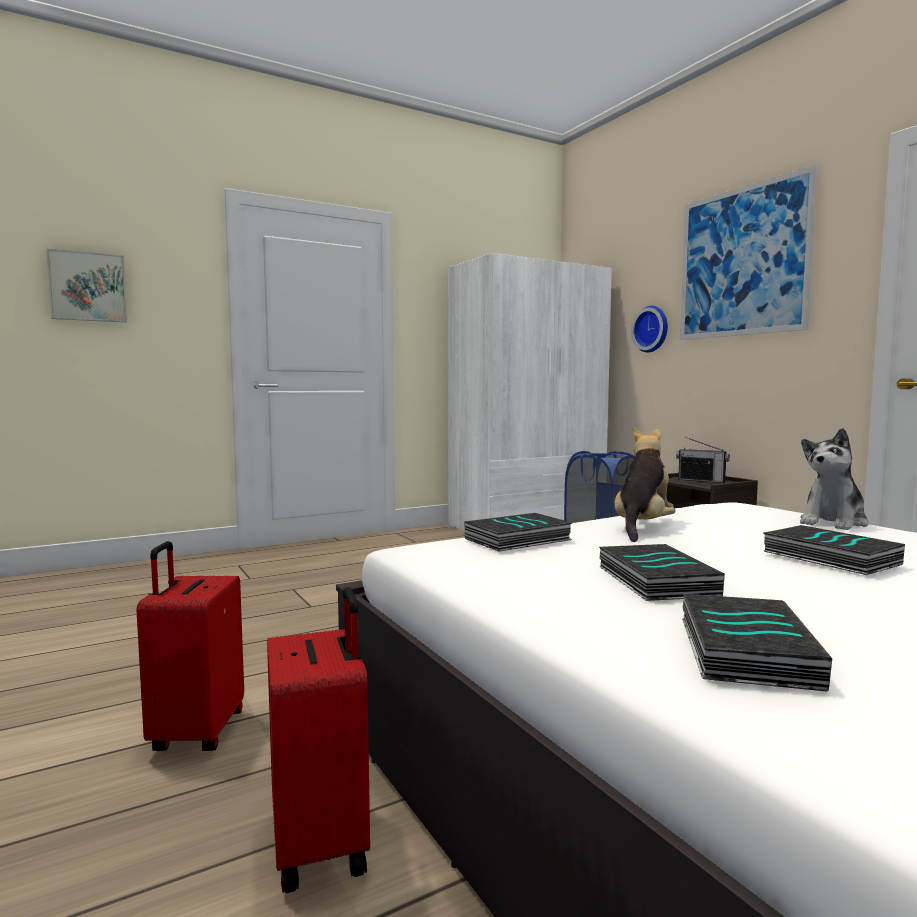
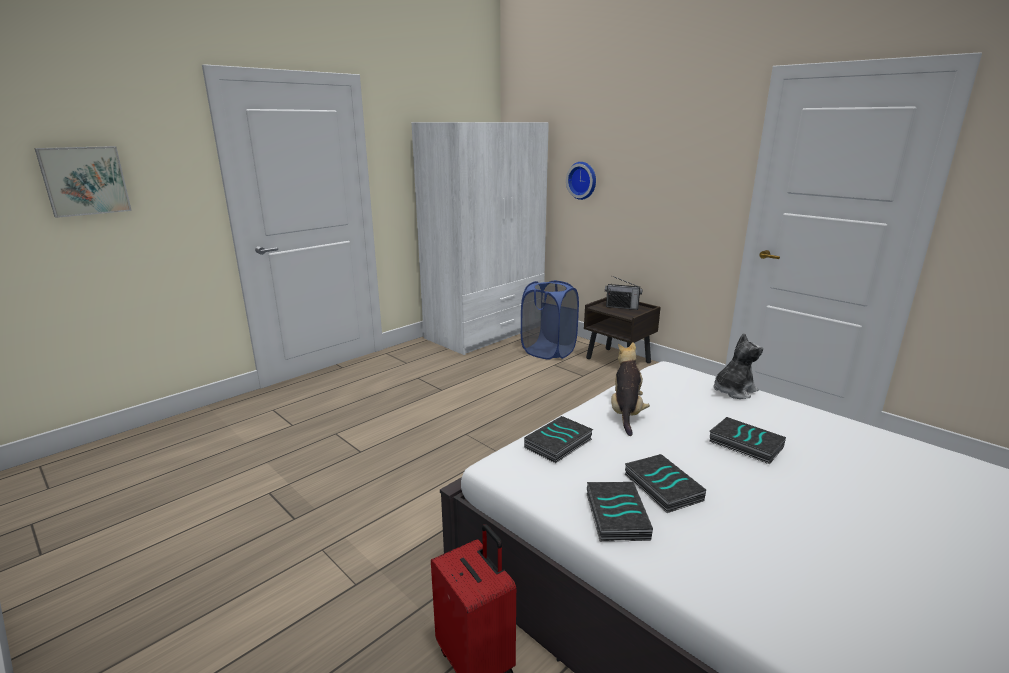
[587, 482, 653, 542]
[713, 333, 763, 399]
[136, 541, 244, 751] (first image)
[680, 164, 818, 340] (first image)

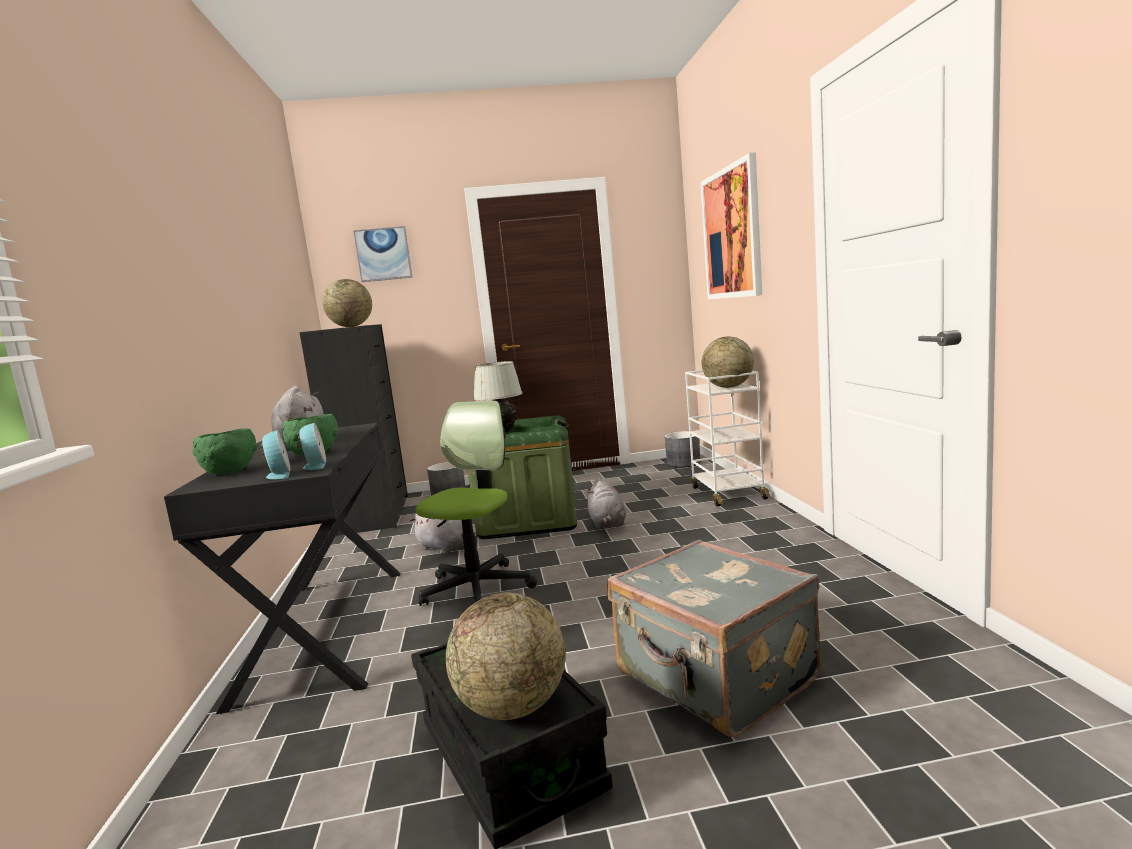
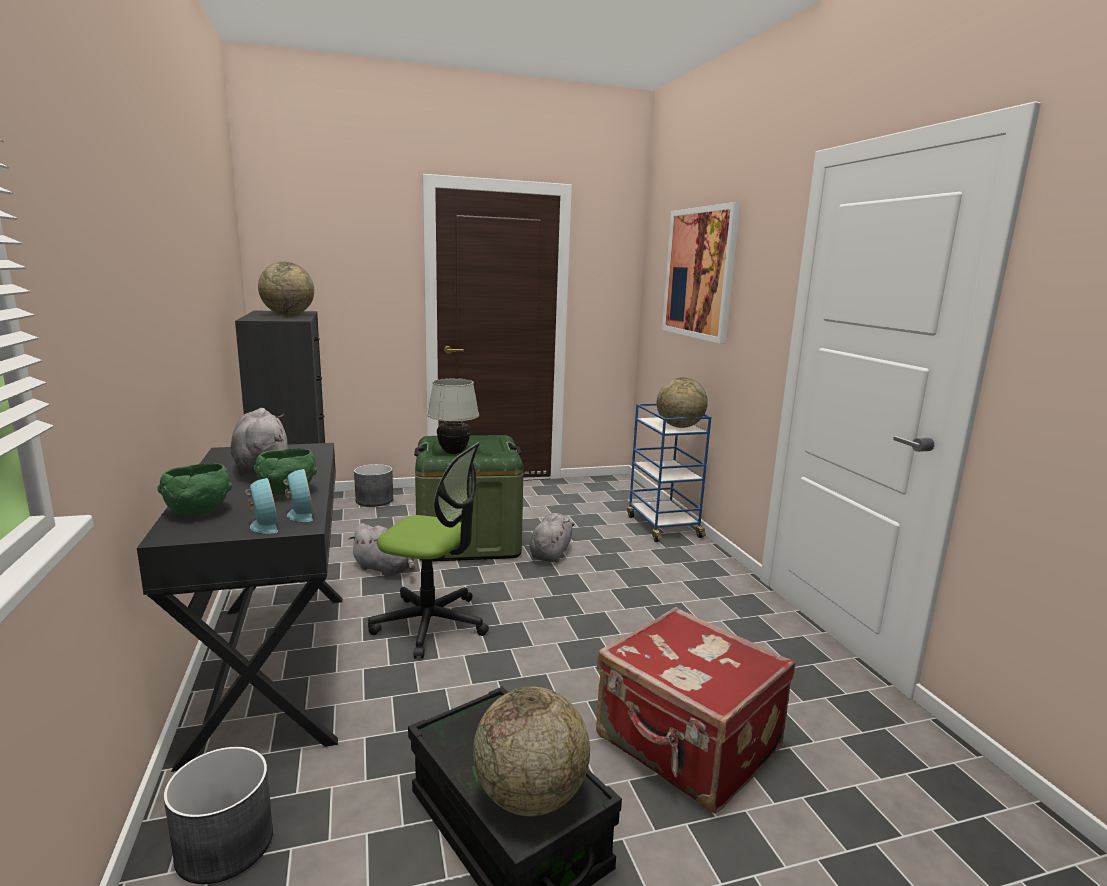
[164, 747, 273, 884]
[368, 442, 489, 659]
[530, 513, 575, 563]
[596, 607, 795, 814]
[627, 403, 711, 542]
[353, 226, 413, 282] (first image)

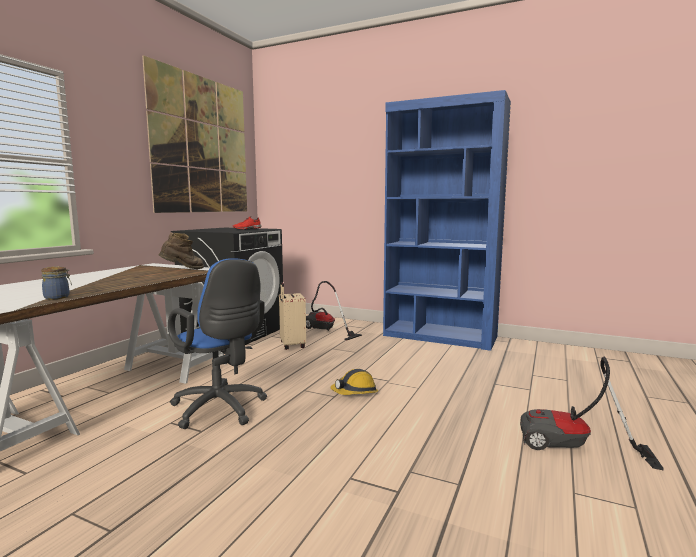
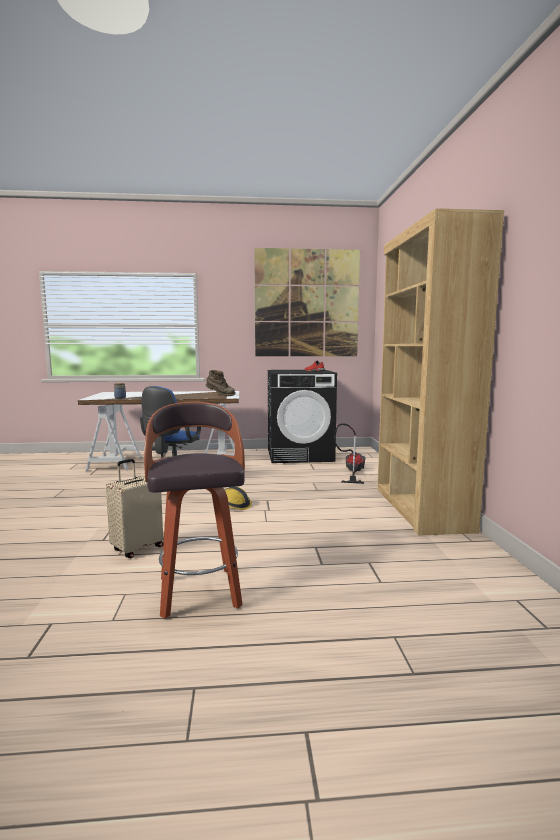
[106, 459, 163, 558]
[144, 402, 245, 619]
[377, 208, 504, 536]

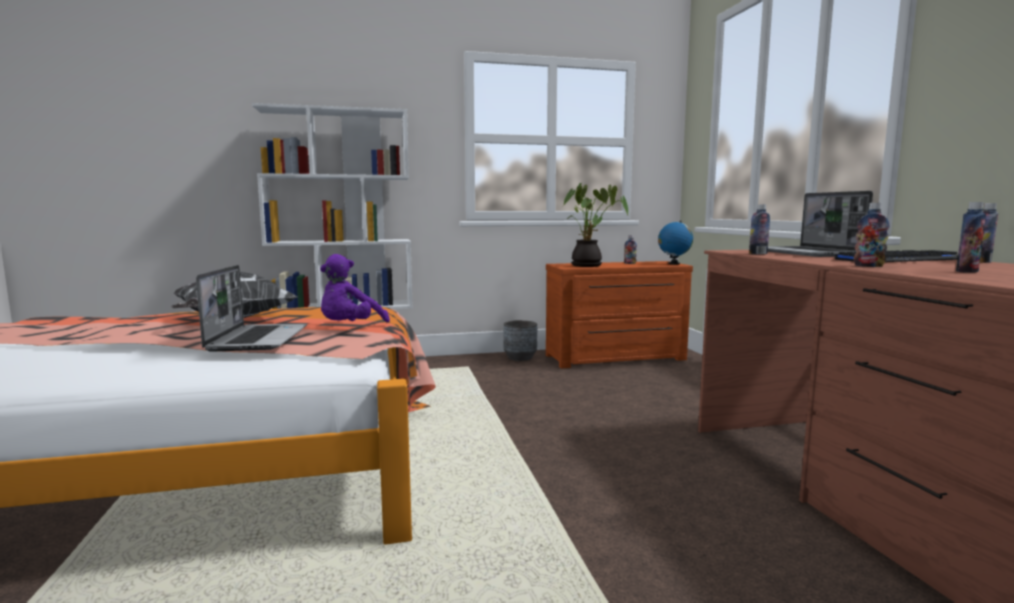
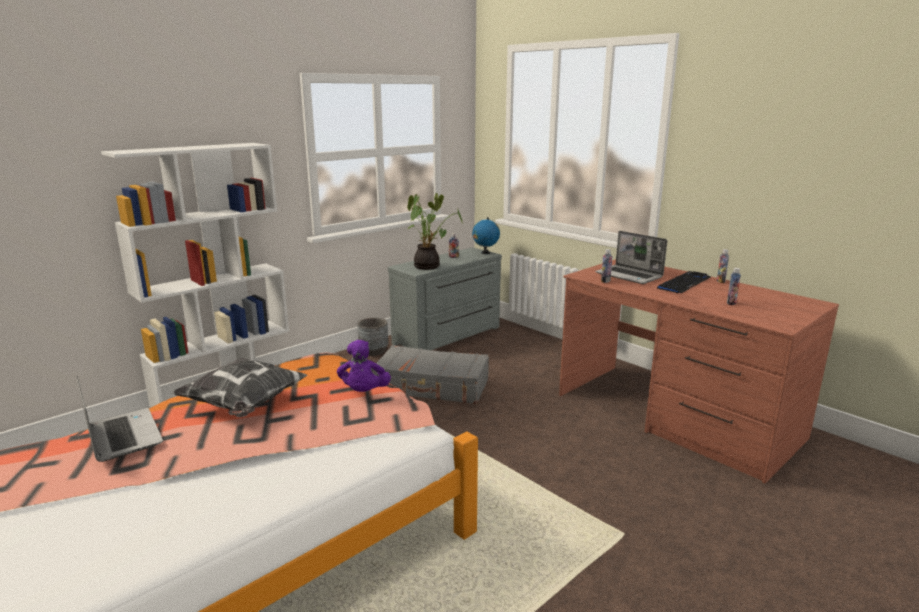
[77, 376, 163, 462]
[372, 345, 489, 404]
[388, 247, 502, 350]
[854, 203, 889, 267] (first image)

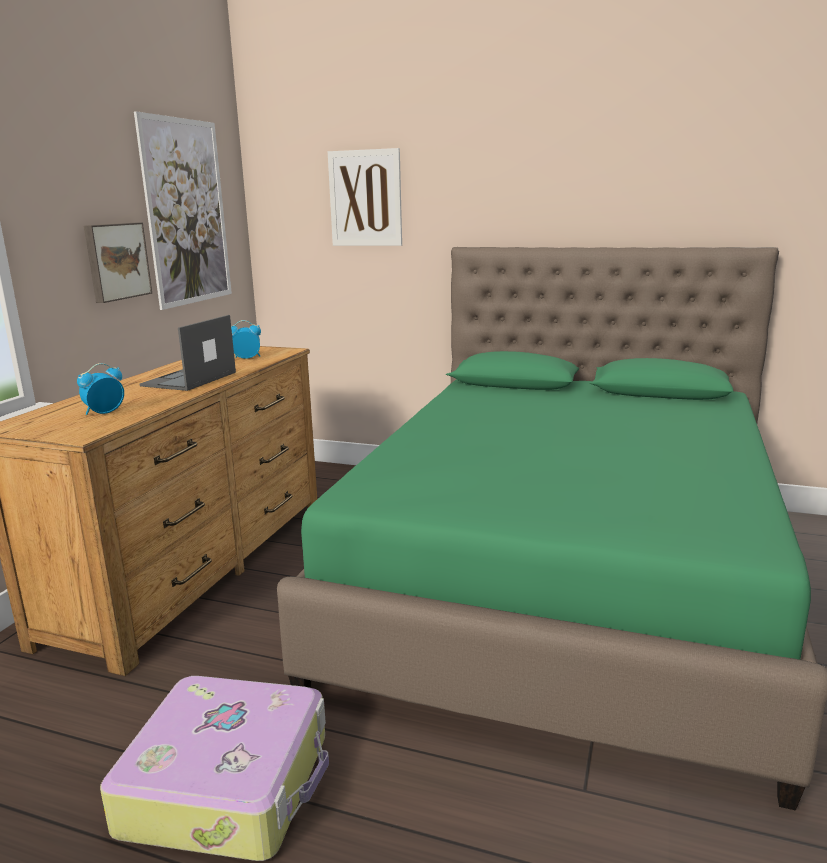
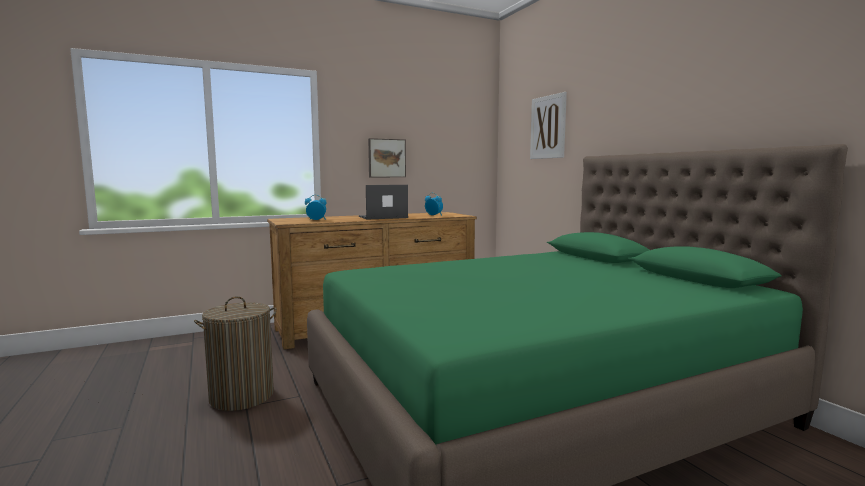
[194, 296, 277, 411]
[134, 111, 232, 310] (first image)

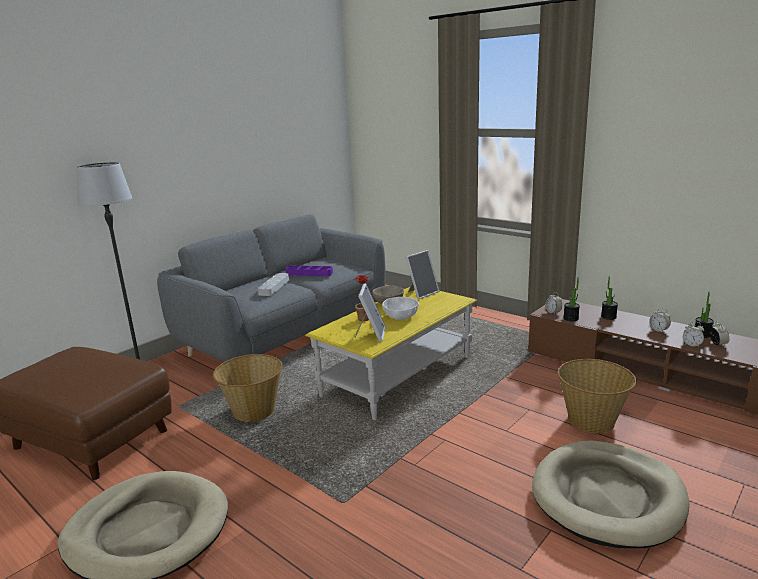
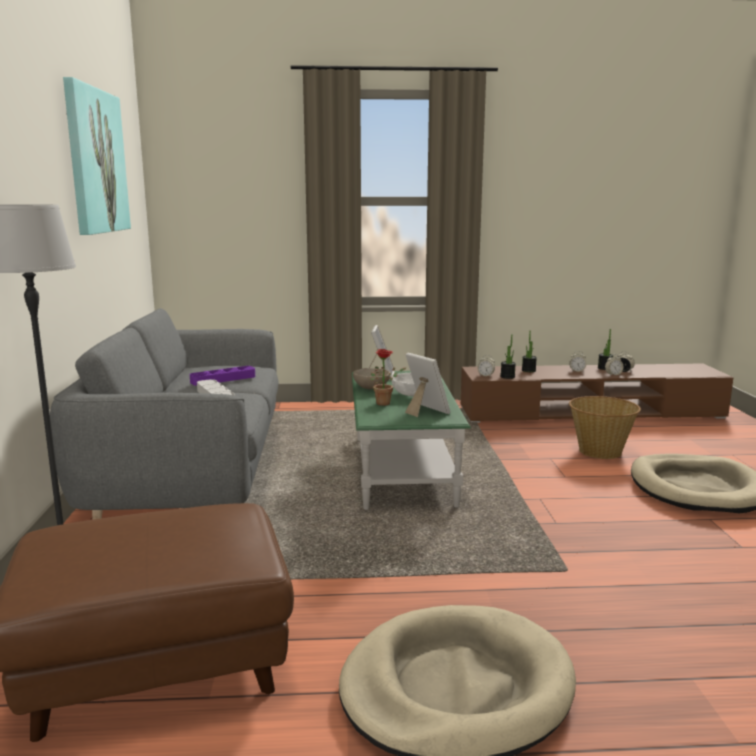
[63, 77, 131, 235]
[352, 371, 471, 510]
[213, 354, 283, 422] (first image)

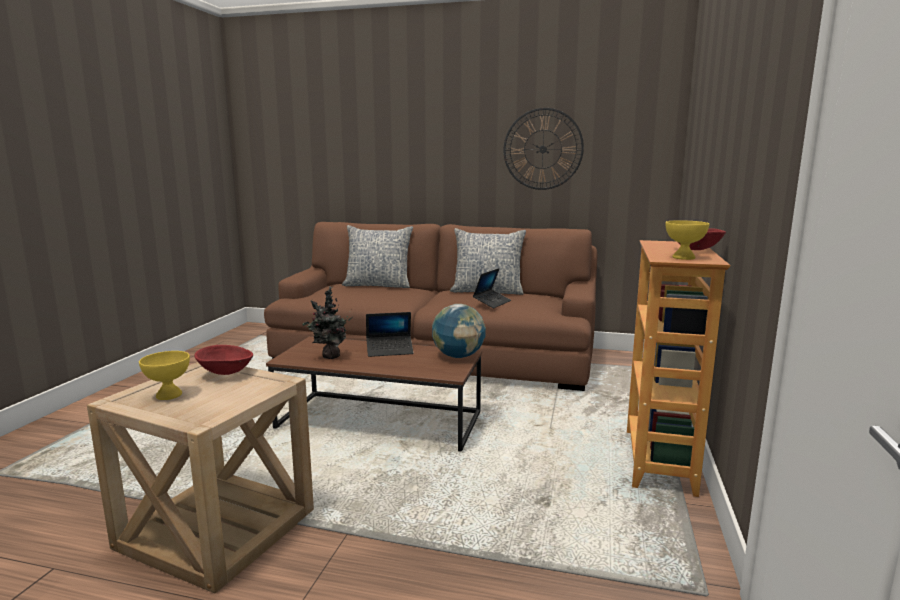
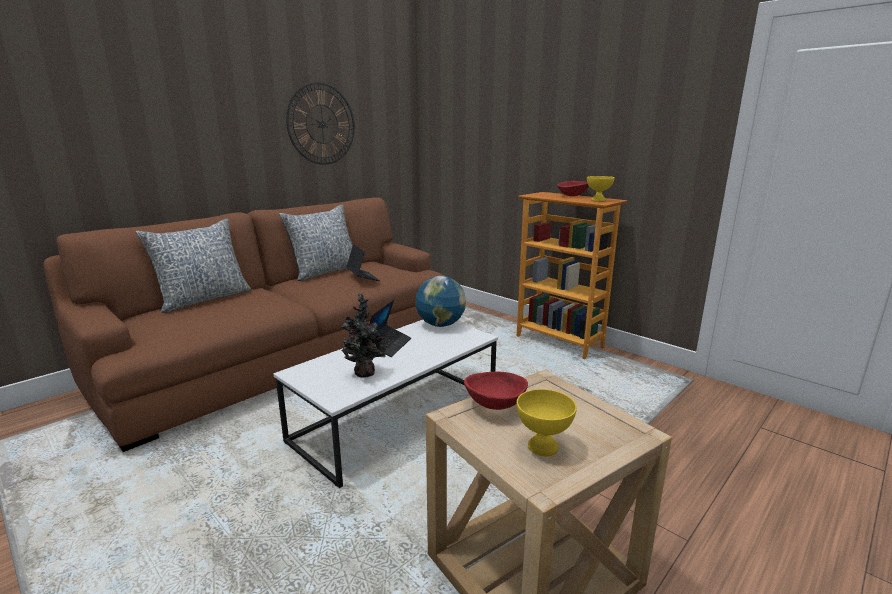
[274, 320, 498, 488]

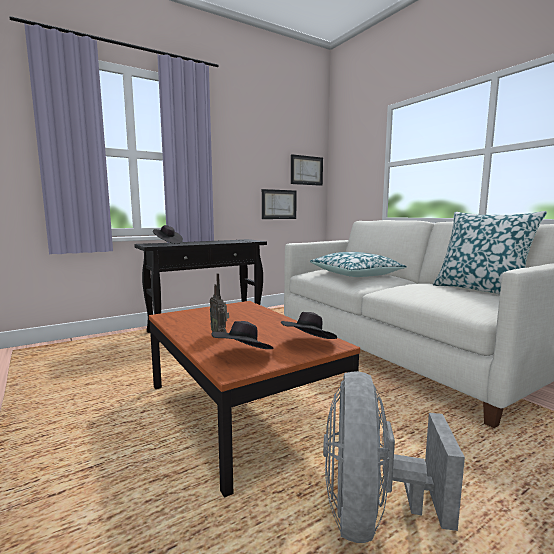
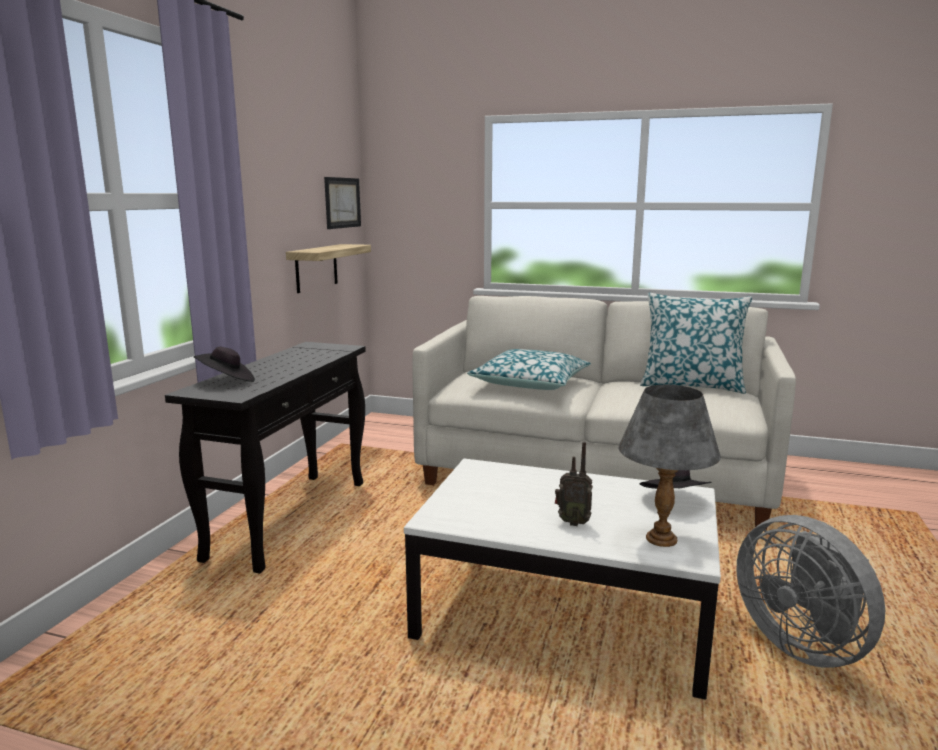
[286, 244, 371, 293]
[404, 459, 721, 700]
[619, 385, 721, 547]

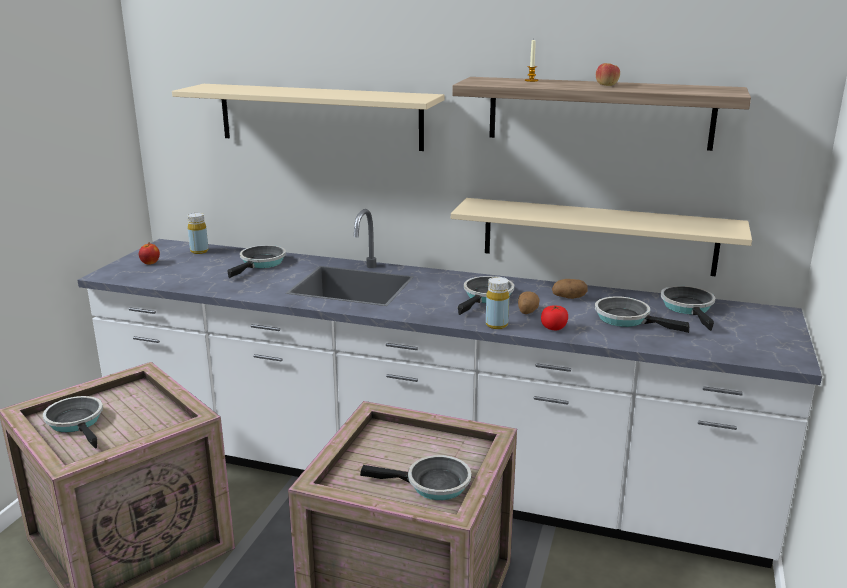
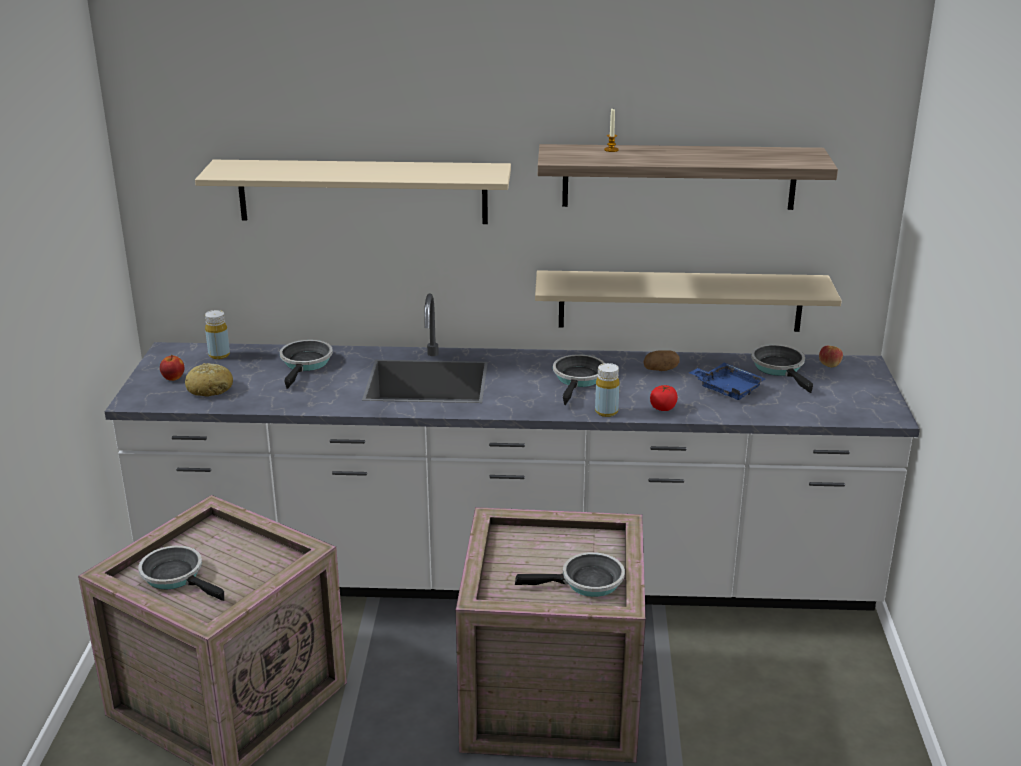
[185, 363, 233, 397]
[689, 363, 765, 400]
[819, 346, 843, 367]
[518, 291, 540, 314] (first image)

